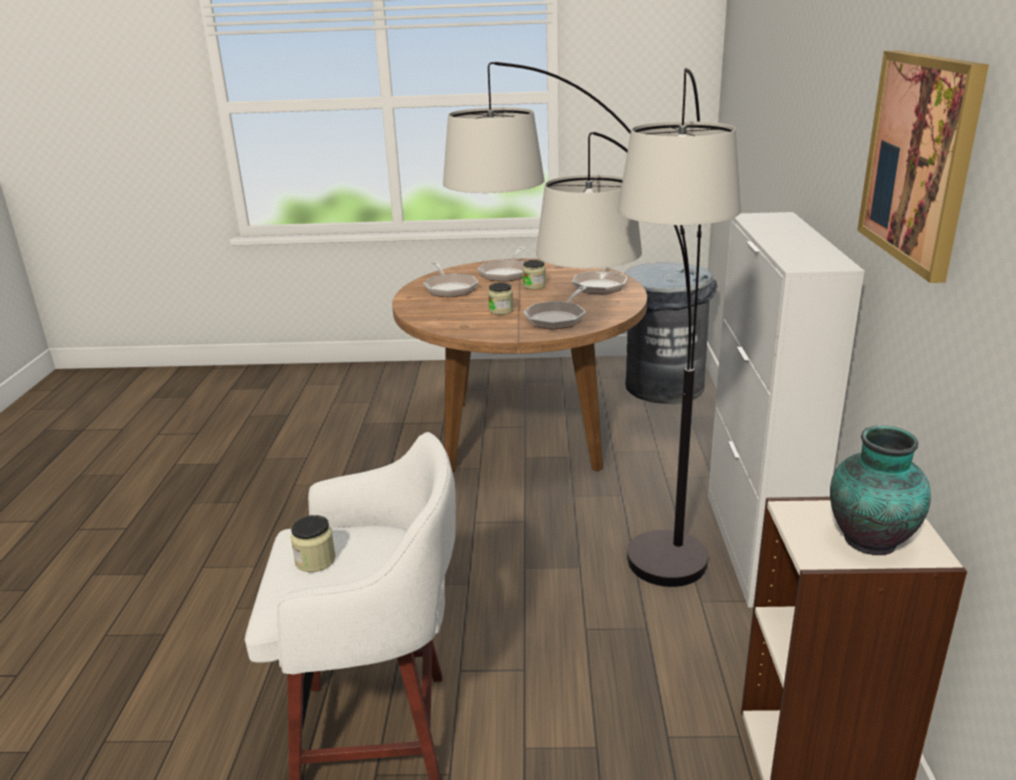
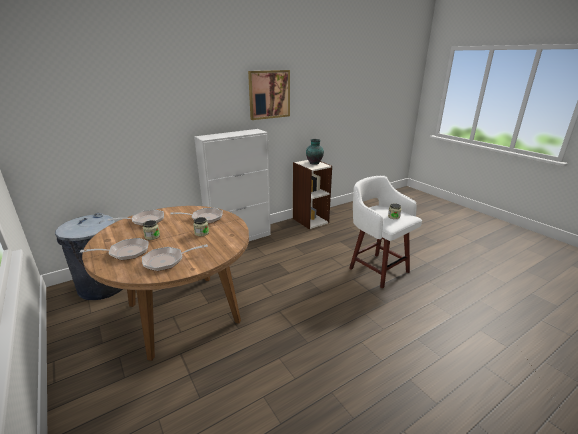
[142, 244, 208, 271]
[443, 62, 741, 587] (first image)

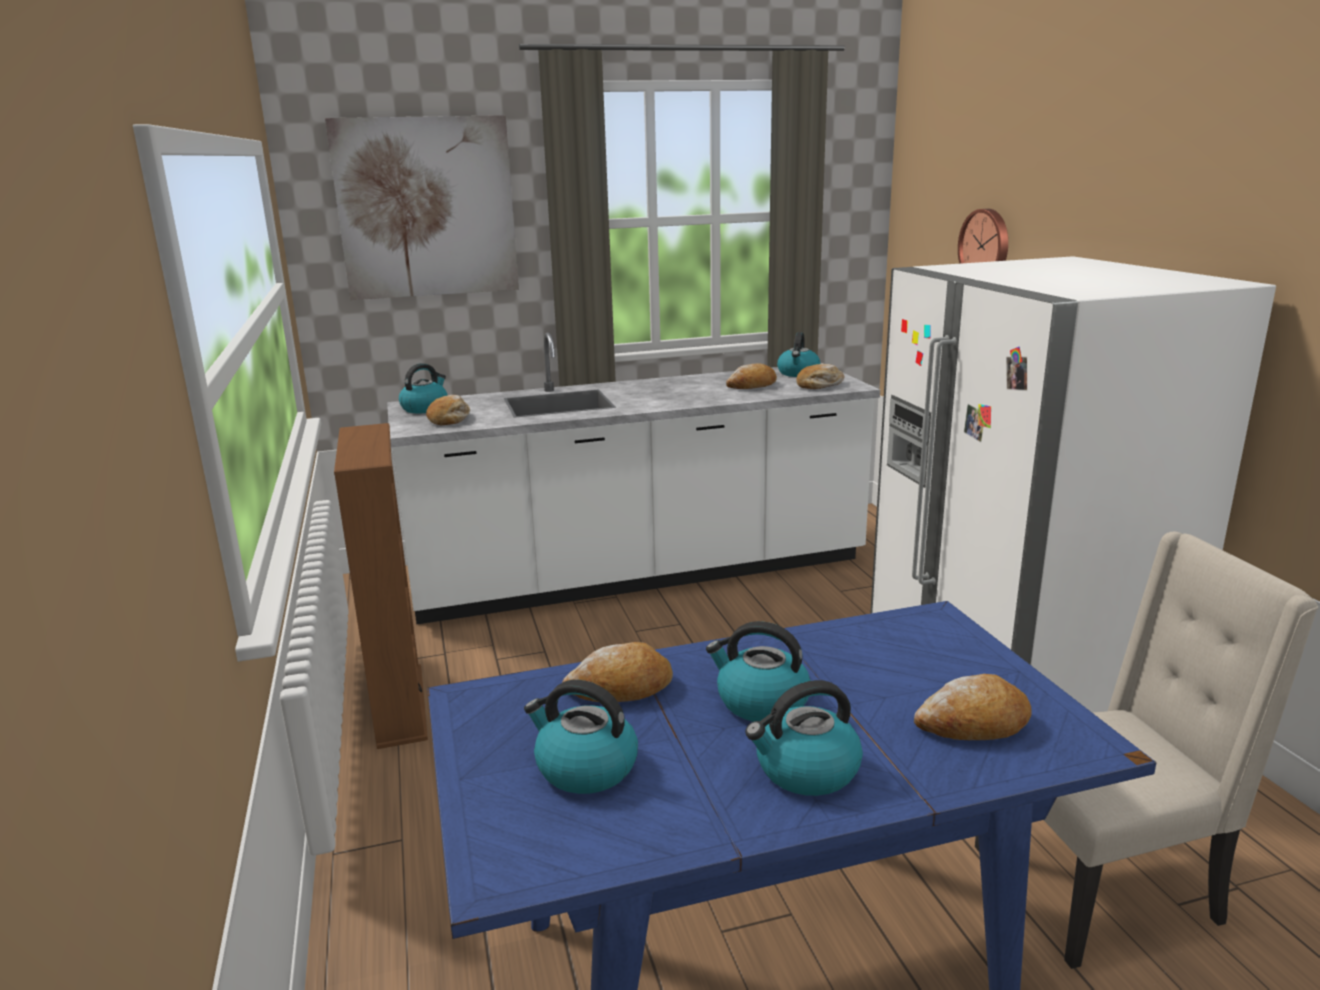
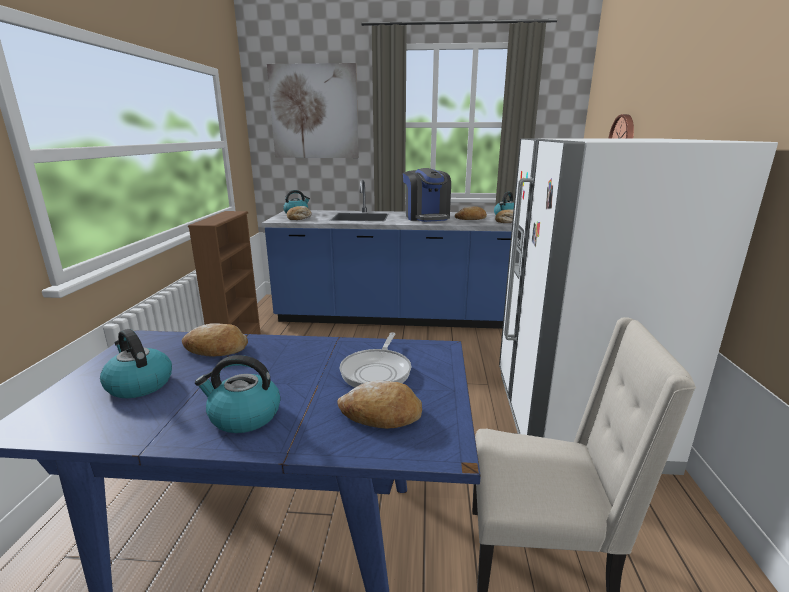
[261, 180, 512, 329]
[340, 332, 411, 387]
[403, 168, 451, 222]
[706, 621, 811, 722] (first image)

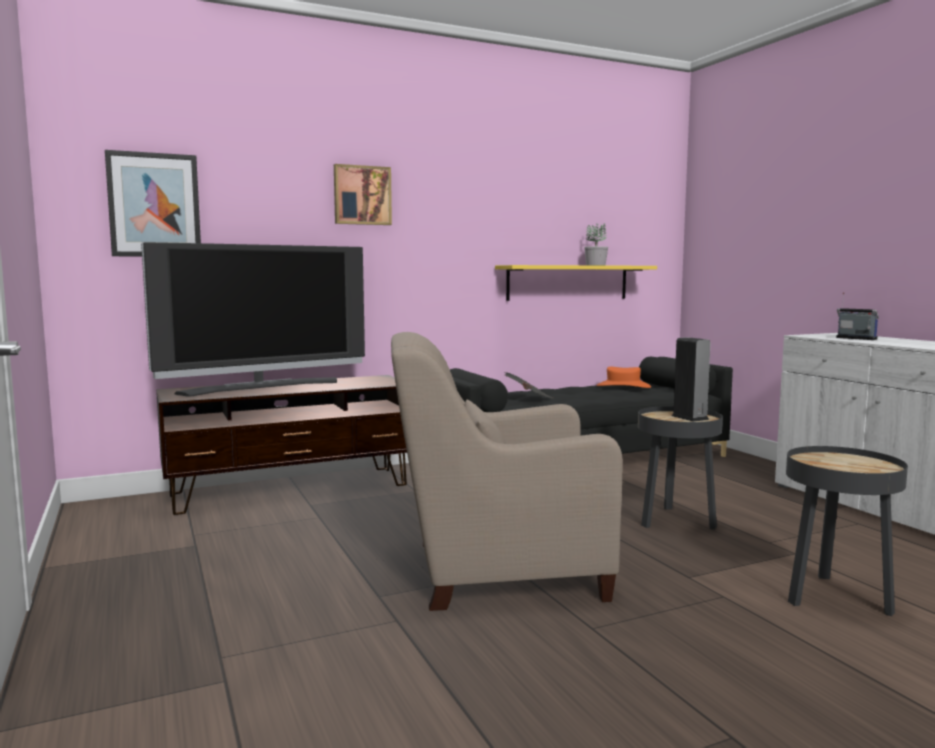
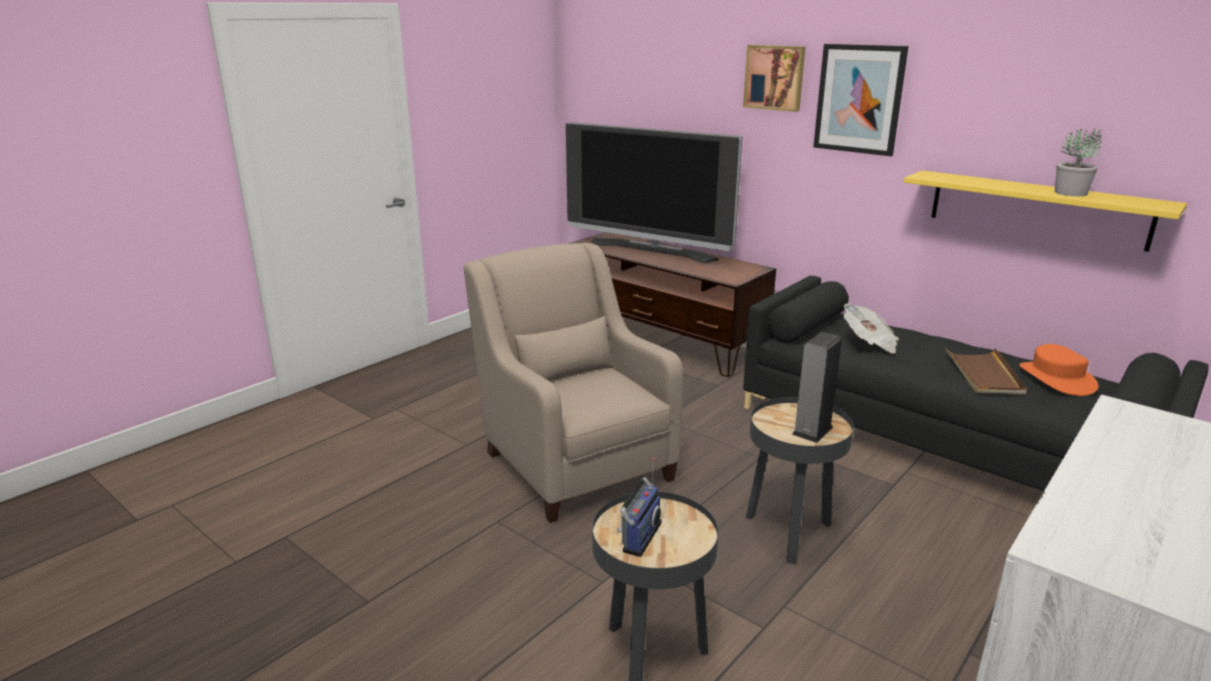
[617, 458, 661, 557]
[813, 44, 908, 156]
[945, 347, 1027, 395]

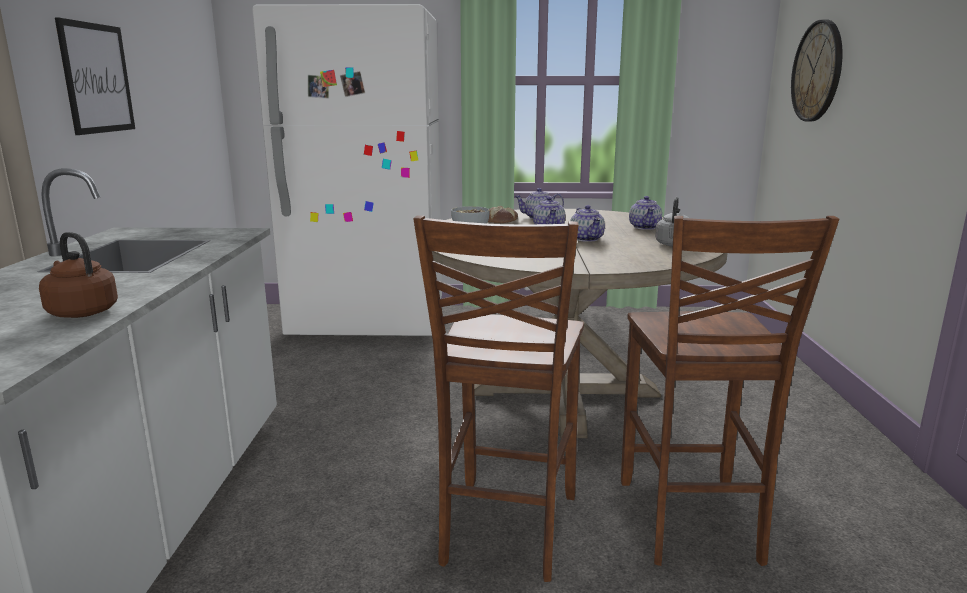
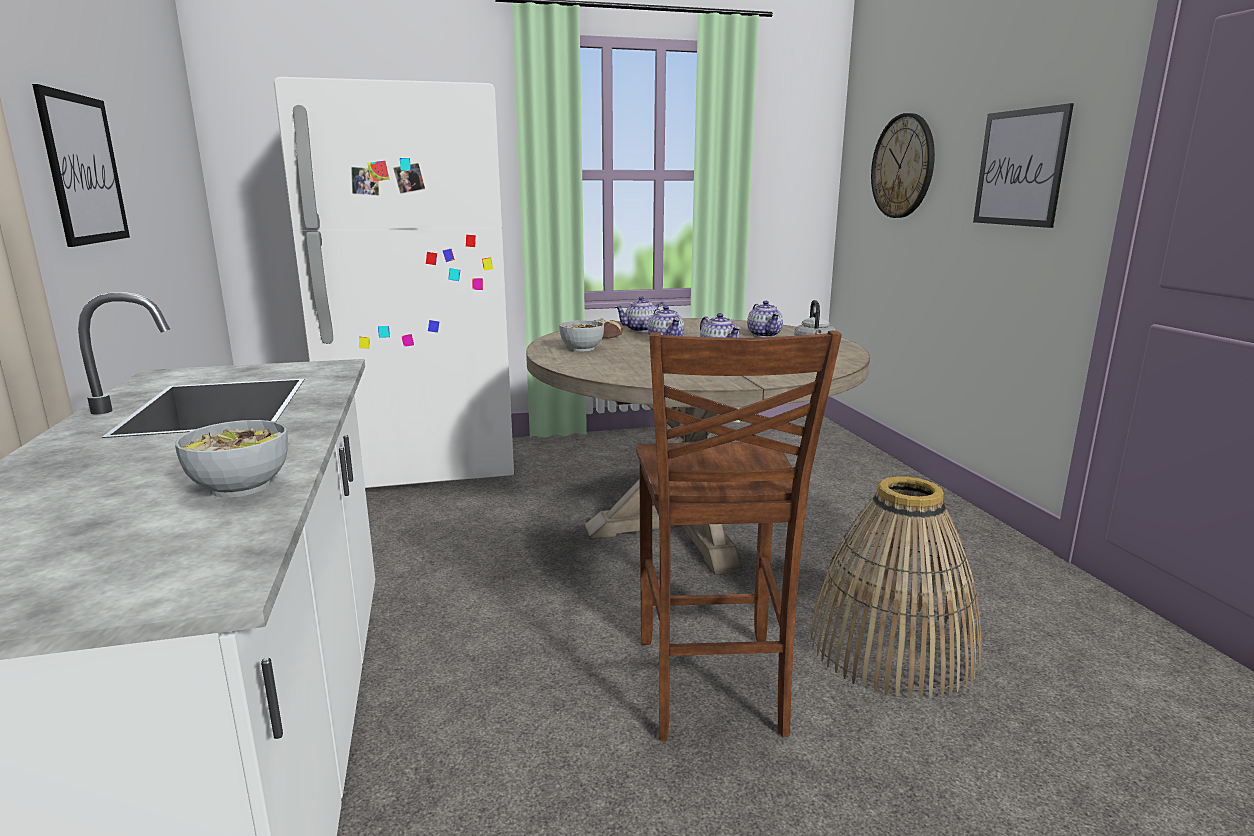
[175, 420, 288, 498]
[809, 476, 982, 699]
[973, 103, 1074, 228]

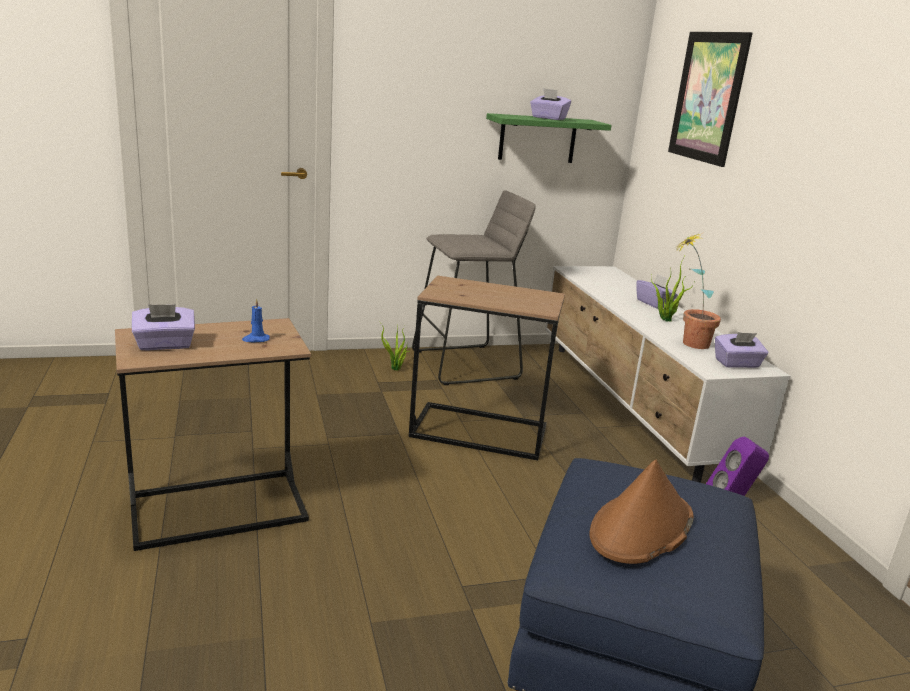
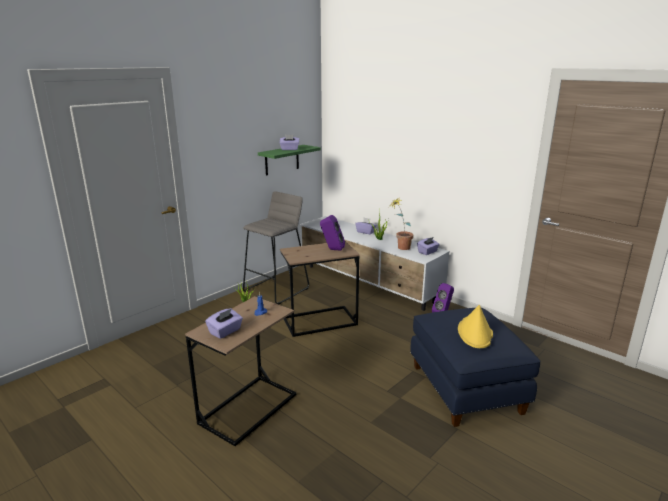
[320, 215, 345, 250]
[458, 305, 493, 348]
[668, 32, 753, 167] (first image)

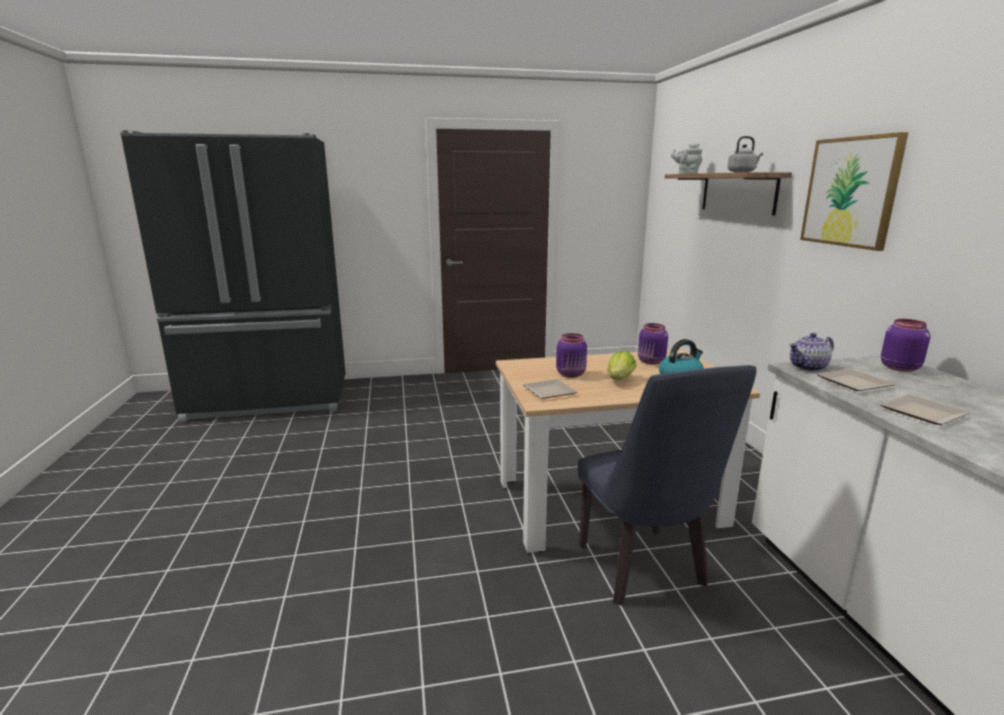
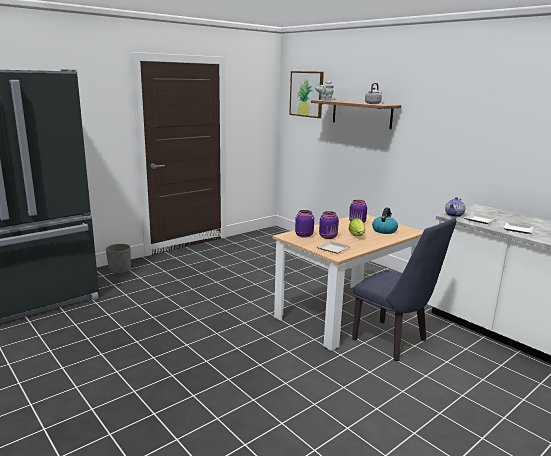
[106, 244, 131, 274]
[289, 71, 324, 118]
[295, 210, 314, 238]

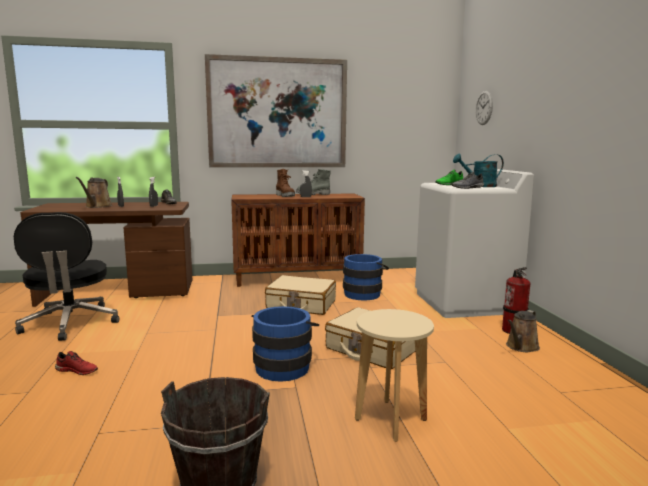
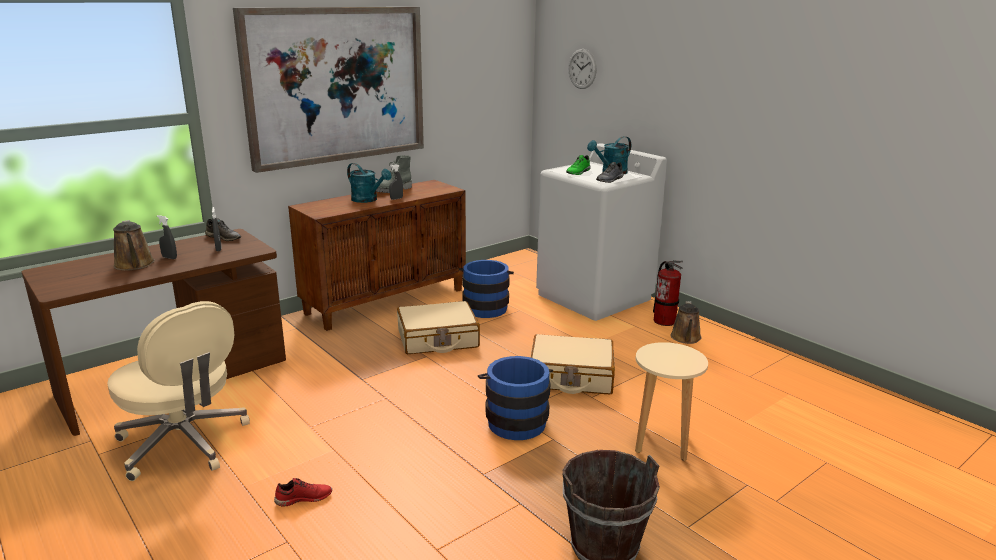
[107, 301, 250, 481]
[347, 163, 391, 203]

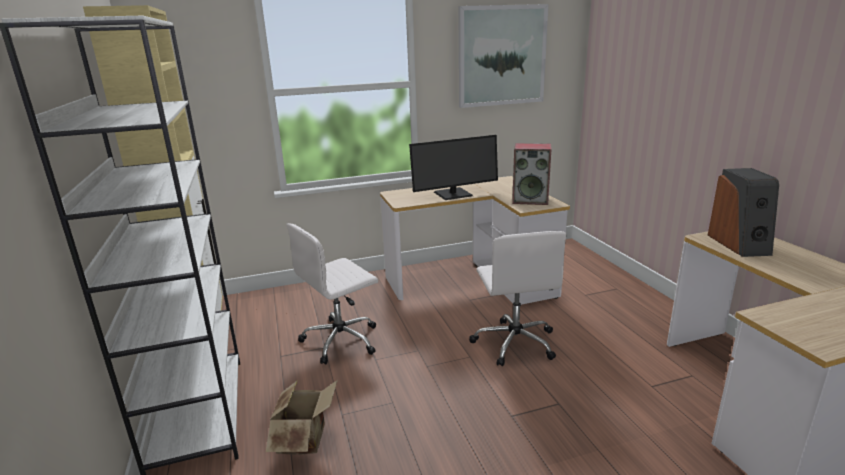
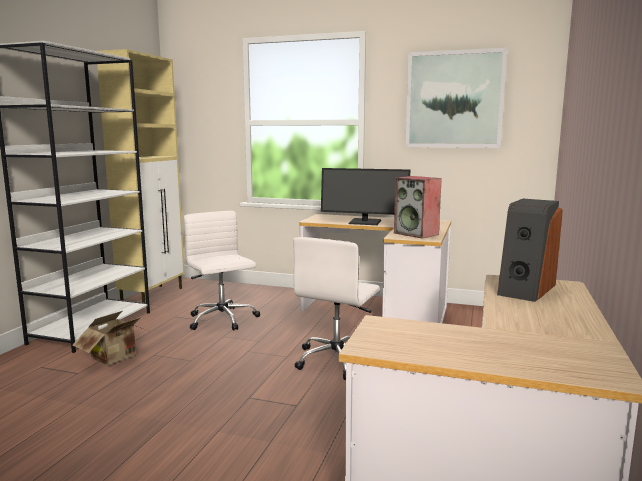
[184, 211, 260, 331]

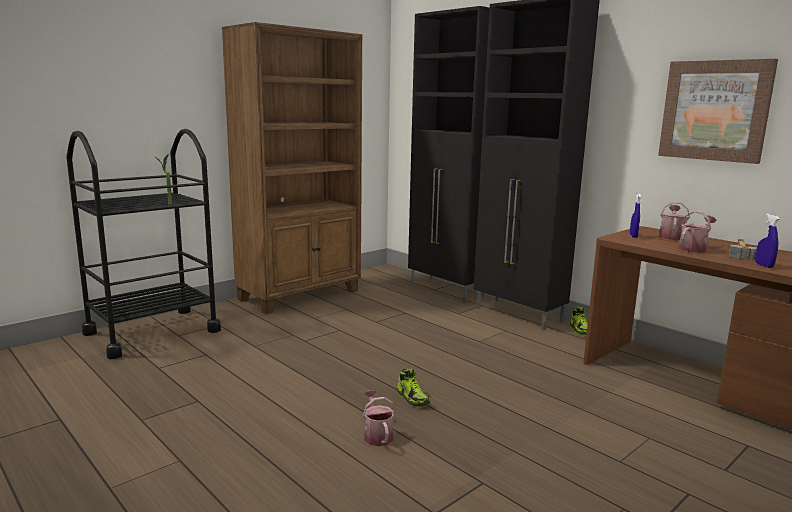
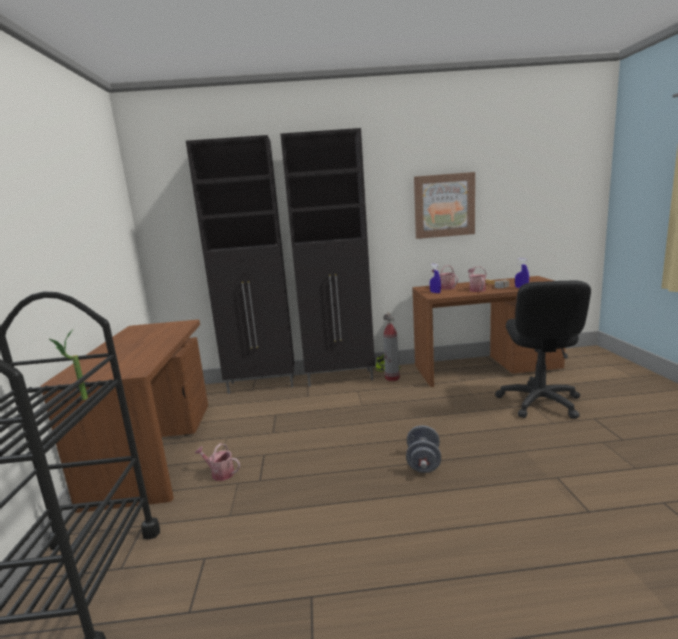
[40, 320, 208, 513]
[194, 443, 240, 481]
[383, 312, 400, 381]
[406, 425, 441, 473]
[495, 280, 591, 419]

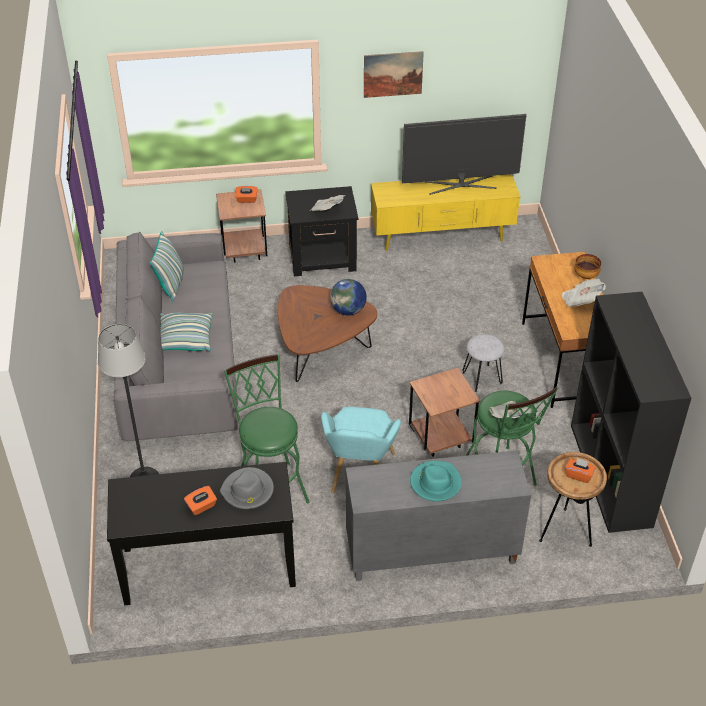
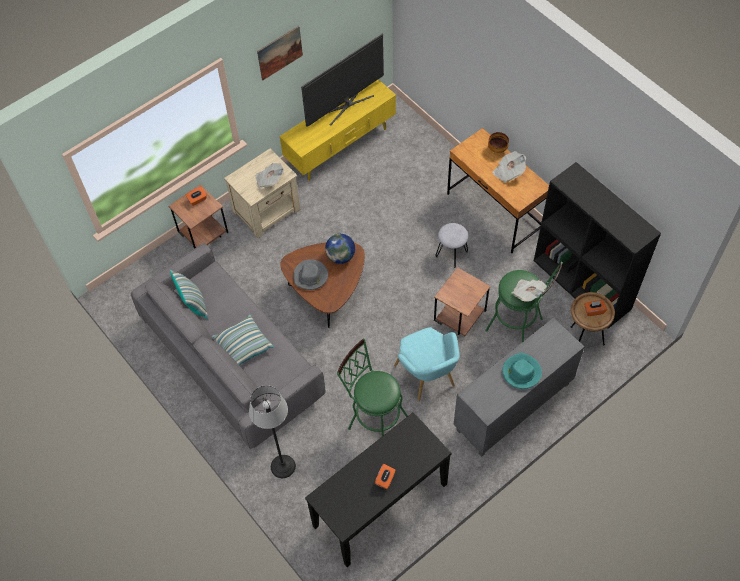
[224, 148, 301, 238]
[293, 259, 328, 290]

